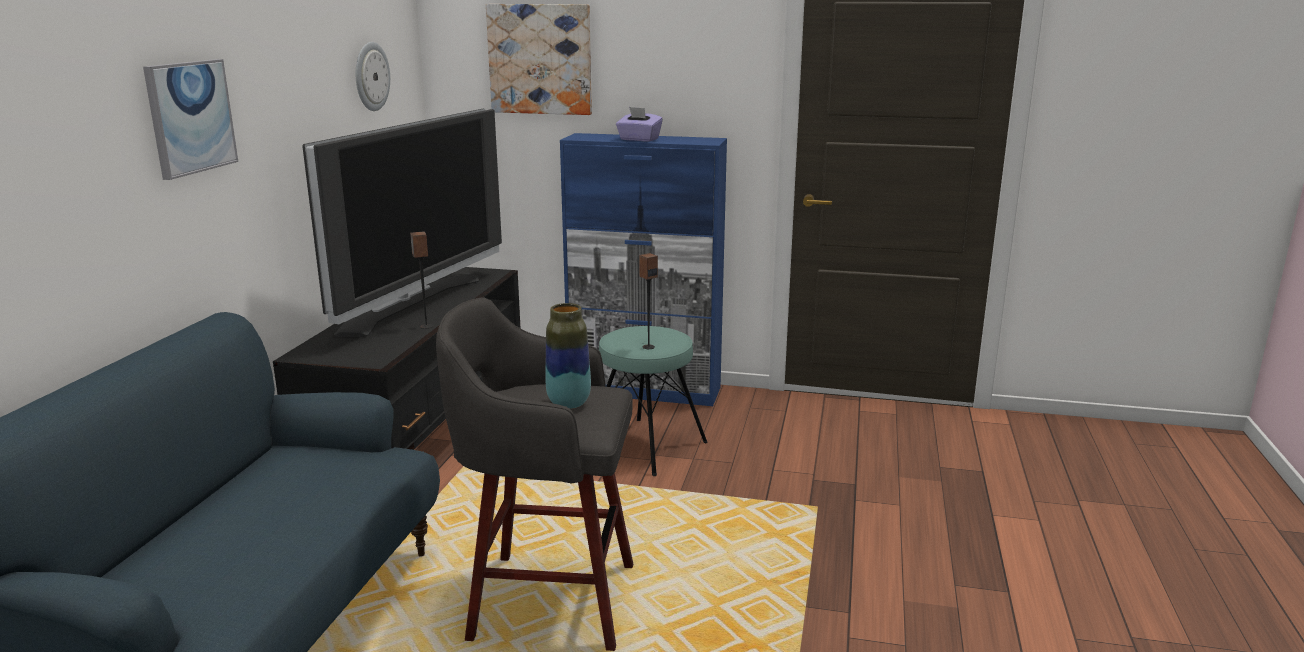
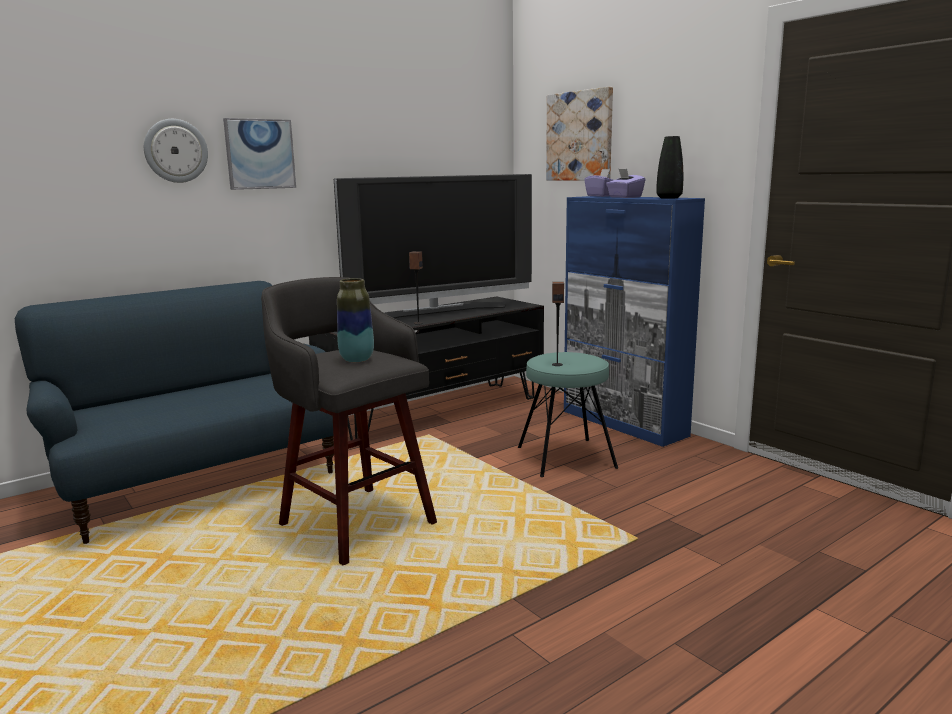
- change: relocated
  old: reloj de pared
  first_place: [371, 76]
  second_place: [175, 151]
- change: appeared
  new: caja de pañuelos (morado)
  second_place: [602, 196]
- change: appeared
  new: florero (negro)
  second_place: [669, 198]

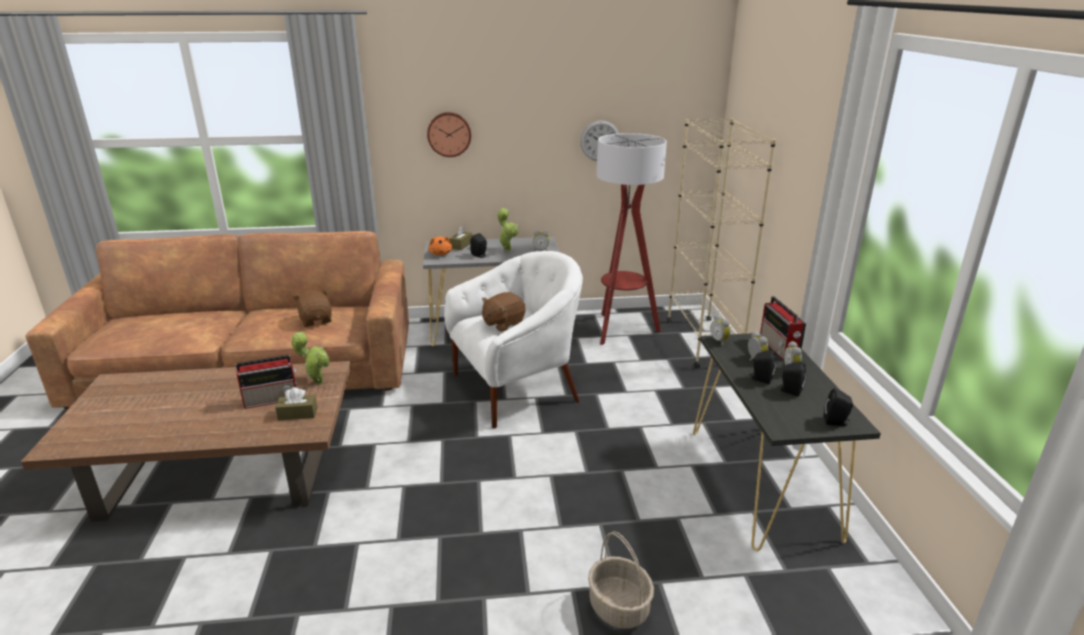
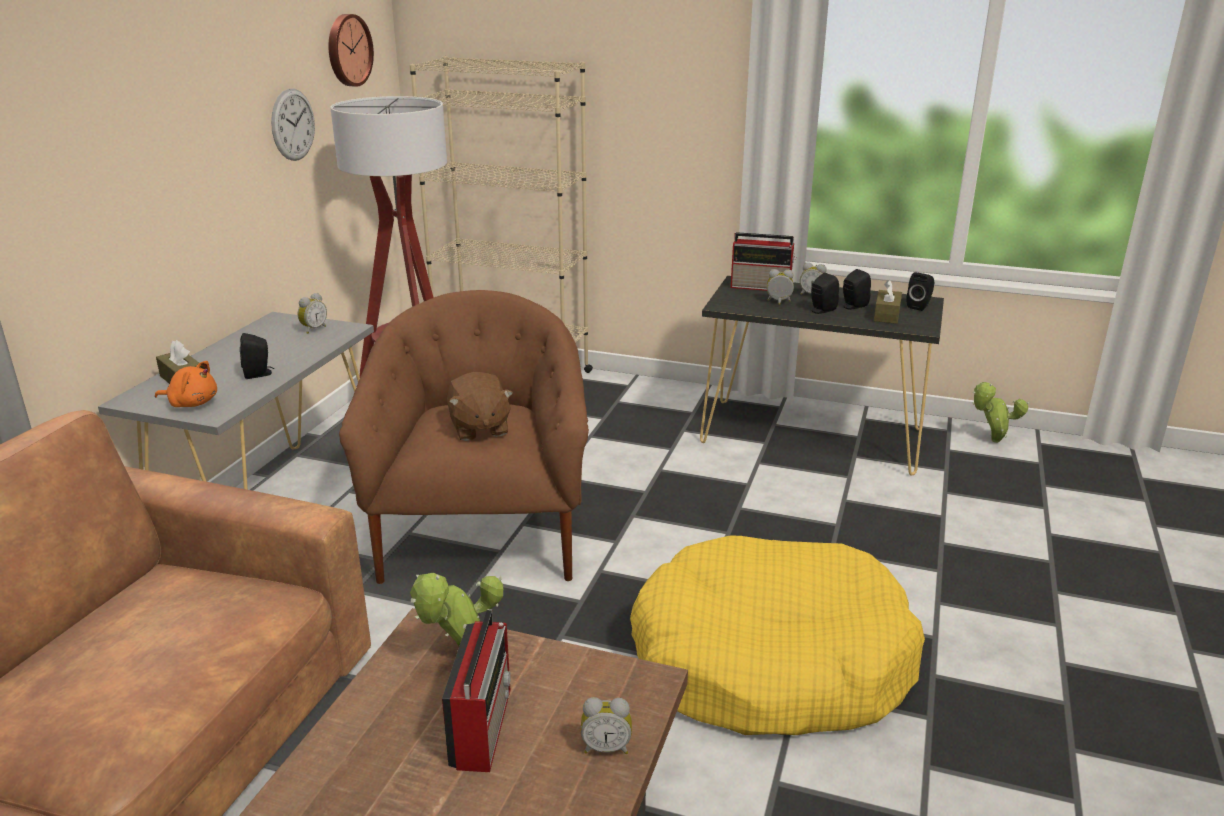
- change: relocated
  old: caja de pañuelos (marrón)
  first_place: [297, 414]
  second_place: [886, 315]
- change: missing
  old: peluche (marrón)
  first_place: [316, 320]
- change: relocated
  old: reloj de pared
  first_place: [449, 134]
  second_place: [347, 50]
- change: colour
  old: sillón (blanco)
  new: sillón (marrón)
  first_place: [516, 388]
  second_place: [482, 534]
- change: relocated
  old: planta en maceta
  first_place: [507, 249]
  second_place: [992, 440]
- change: missing
  old: cesta
  first_place: [619, 607]
- change: relocated
  old: despertador
  first_place: [720, 341]
  second_place: [606, 747]
- change: appeared
  new: cama para perro (amarillo)
  second_place: [770, 662]

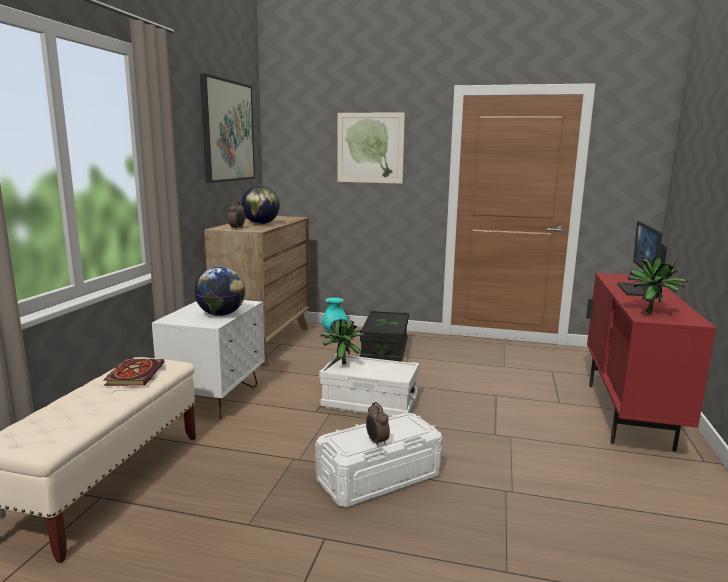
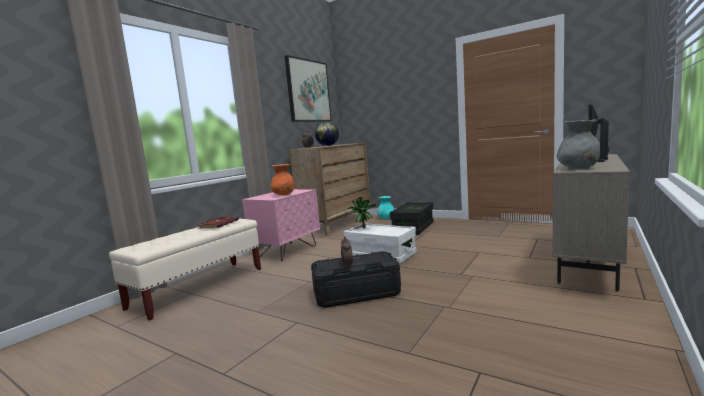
- change: colour
  old: mesita de noche (blanco)
  new: mesita de noche (rosa)
  first_place: [216, 399]
  second_place: [287, 251]
- change: exchanged
  old: globo terráqueo
  new: florero (naranja)
  first_place: [221, 314]
  second_place: [284, 195]
- change: colour
  old: caja de almacenaje (blanco)
  new: caja de almacenaje (negro)
  first_place: [379, 478]
  second_place: [356, 294]
- change: missing
  old: cuadro
  first_place: [370, 148]
- change: colour
  old: armario (rojo)
  new: armario (beis)
  first_place: [627, 415]
  second_place: [587, 266]
- change: exchanged
  old: planta en maceta
  new: florero (gris)
  first_place: [652, 313]
  second_place: [578, 168]

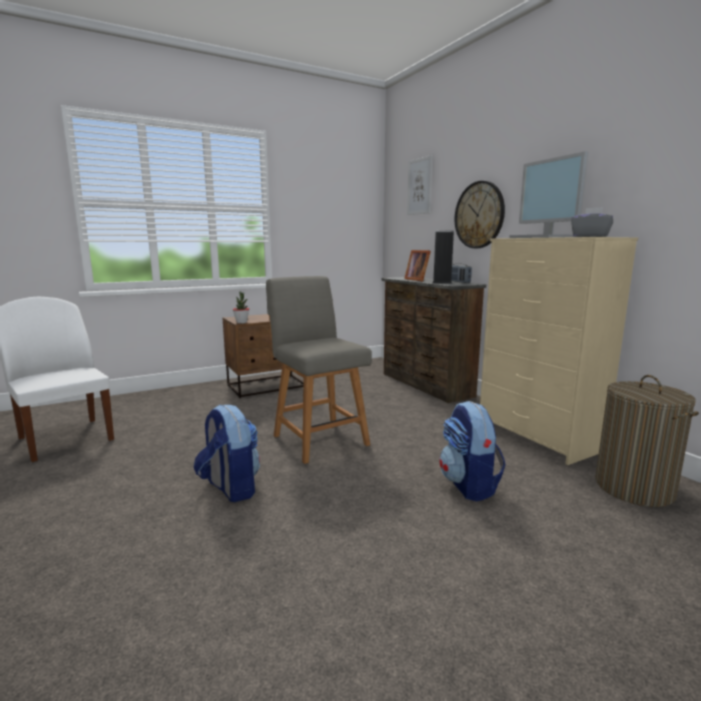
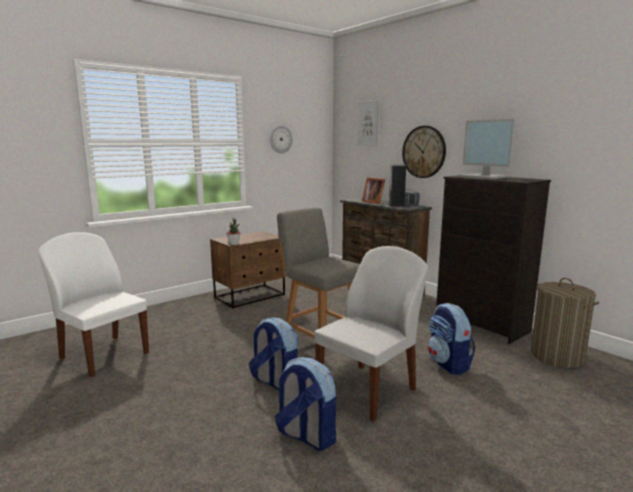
- change: colour
  old: cómoda (beis)
  new: cómoda (negro)
  first_place: [537, 437]
  second_place: [481, 324]
- change: missing
  old: caja de pañuelos (gris)
  first_place: [590, 236]
- change: appeared
  new: reloj de pared
  second_place: [280, 139]
- change: appeared
  new: mochila
  second_place: [306, 436]
- change: appeared
  new: silla (blanco)
  second_place: [368, 390]

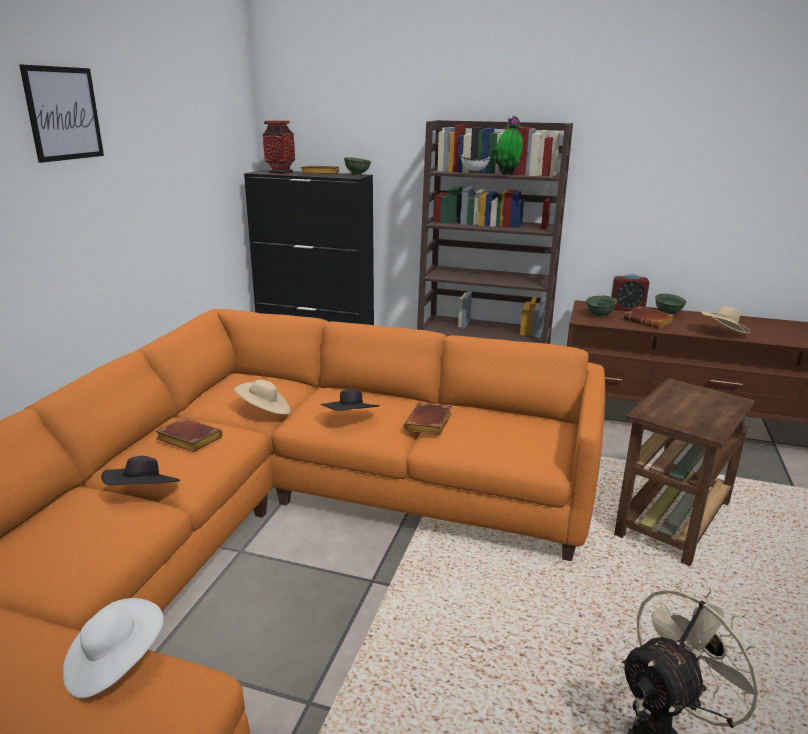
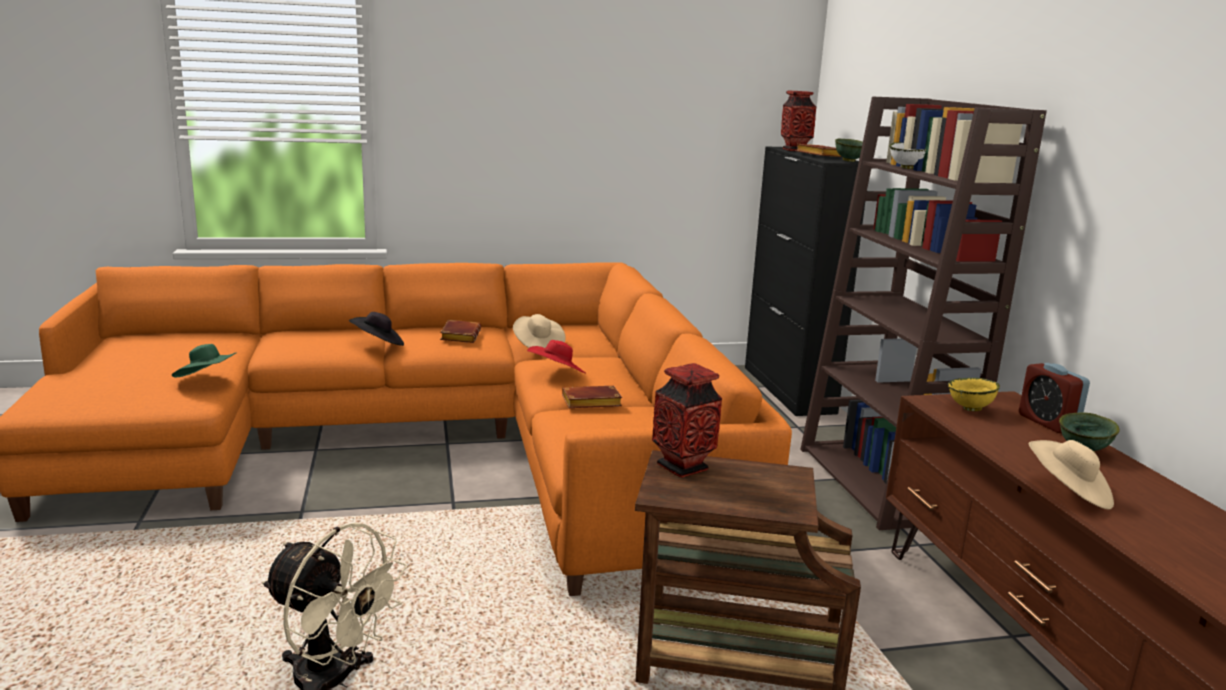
- change: missing
  old: cuadro
  first_place: [63, 113]
- change: colour
  old: sombrero (blanco)
  new: sombrero (verde)
  first_place: [114, 663]
  second_place: [207, 380]
- change: colour
  old: sombrero (negro)
  new: sombrero (rojo)
  first_place: [351, 420]
  second_place: [557, 374]
- change: missing
  old: planta en maceta
  first_place: [508, 174]
- change: colour
  old: cuenco (verde)
  new: cuenco (amarillo)
  first_place: [600, 316]
  second_place: [970, 409]
- change: missing
  old: libro (marrón)
  first_place: [649, 322]
- change: appeared
  new: florero
  second_place: [683, 467]

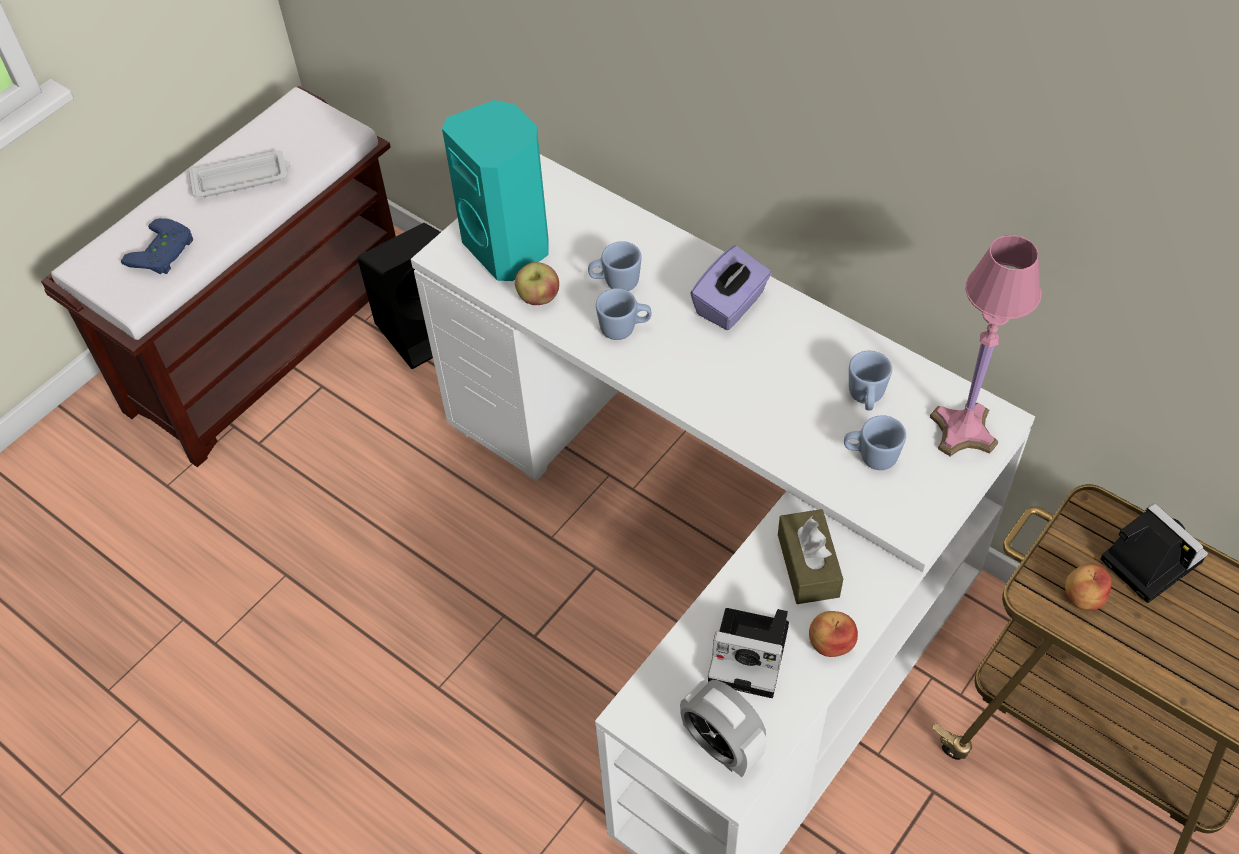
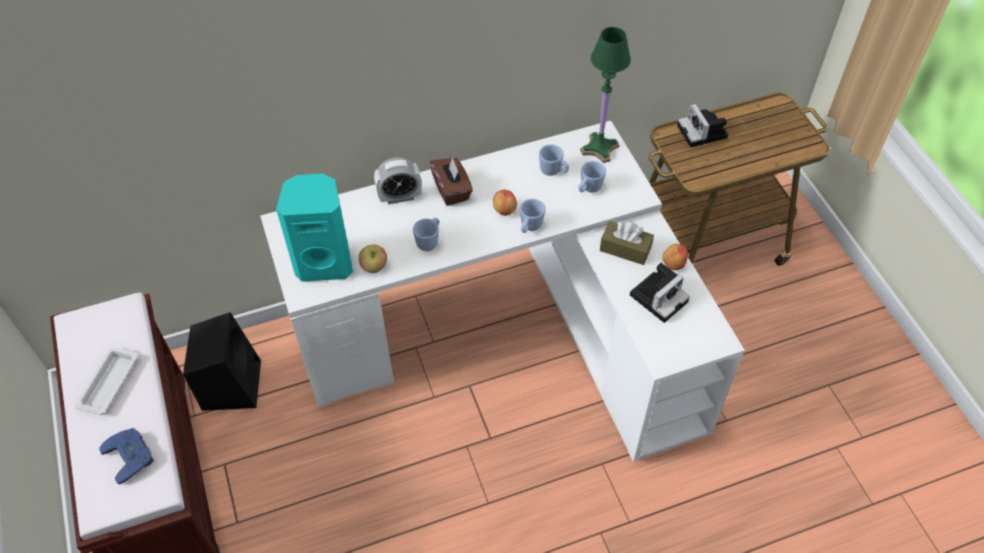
- change: relocated
  old: taza grande (azul)
  first_place: [615, 283]
  second_place: [529, 227]
- change: relocated
  old: despertador
  first_place: [721, 746]
  second_place: [400, 197]
- change: colour
  old: caja de pañuelos (morado)
  new: caja de pañuelos (marrón)
  first_place: [730, 305]
  second_place: [452, 190]
- change: colour
  old: lámpara de mesa (rosa)
  new: lámpara de mesa (verde)
  first_place: [964, 430]
  second_place: [599, 148]
- change: relocated
  old: manzana
  first_place: [1082, 596]
  second_place: [504, 210]
- change: spun
  old: cámara
  first_place: [1147, 558]
  second_place: [703, 133]
  degrees: -105

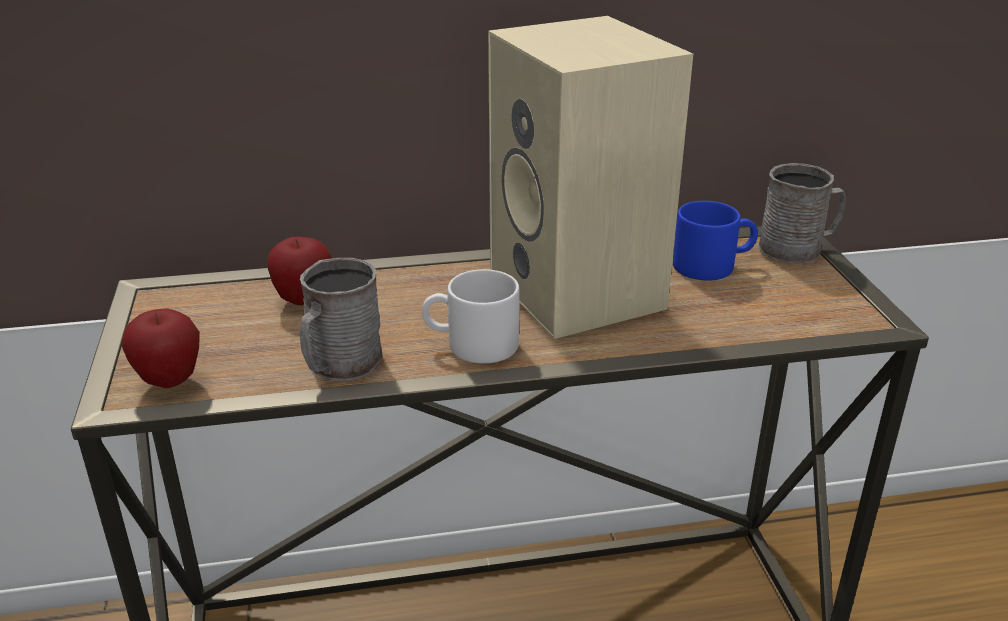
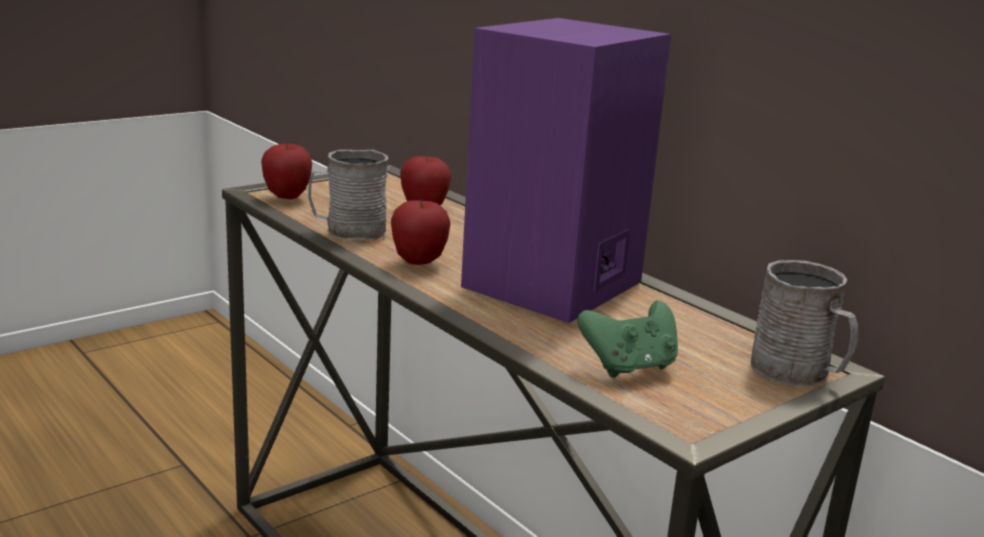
- change: exchanged
  old: taza grande (blanco)
  new: manzana
  first_place: [471, 345]
  second_place: [419, 262]
- change: colour
  old: altavoz (beis)
  new: altavoz (morado)
  first_place: [581, 291]
  second_place: [553, 286]
- change: missing
  old: taza grande (azul)
  first_place: [712, 264]
- change: appeared
  new: mando de consola (verde)
  second_place: [629, 367]

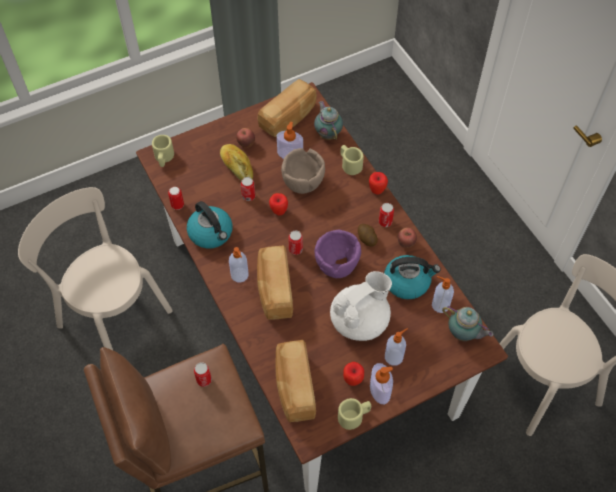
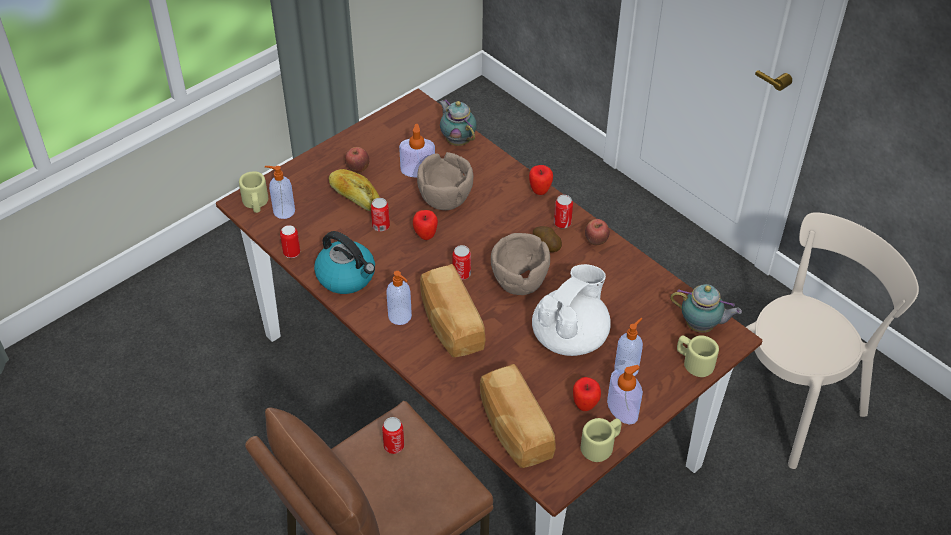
- change: missing
  old: silla (beis)
  first_place: [111, 315]
- change: missing
  old: pan
  first_place: [289, 118]
- change: colour
  old: cuenco (morado)
  new: cuenco (marrón)
  first_place: [337, 264]
  second_place: [519, 280]
- change: relocated
  old: taza grande (beis)
  first_place: [349, 164]
  second_place: [694, 362]
- change: missing
  old: hervidor
  first_place: [407, 282]
- change: relocated
  old: dispensador de jabón
  first_place: [439, 305]
  second_place: [283, 211]

